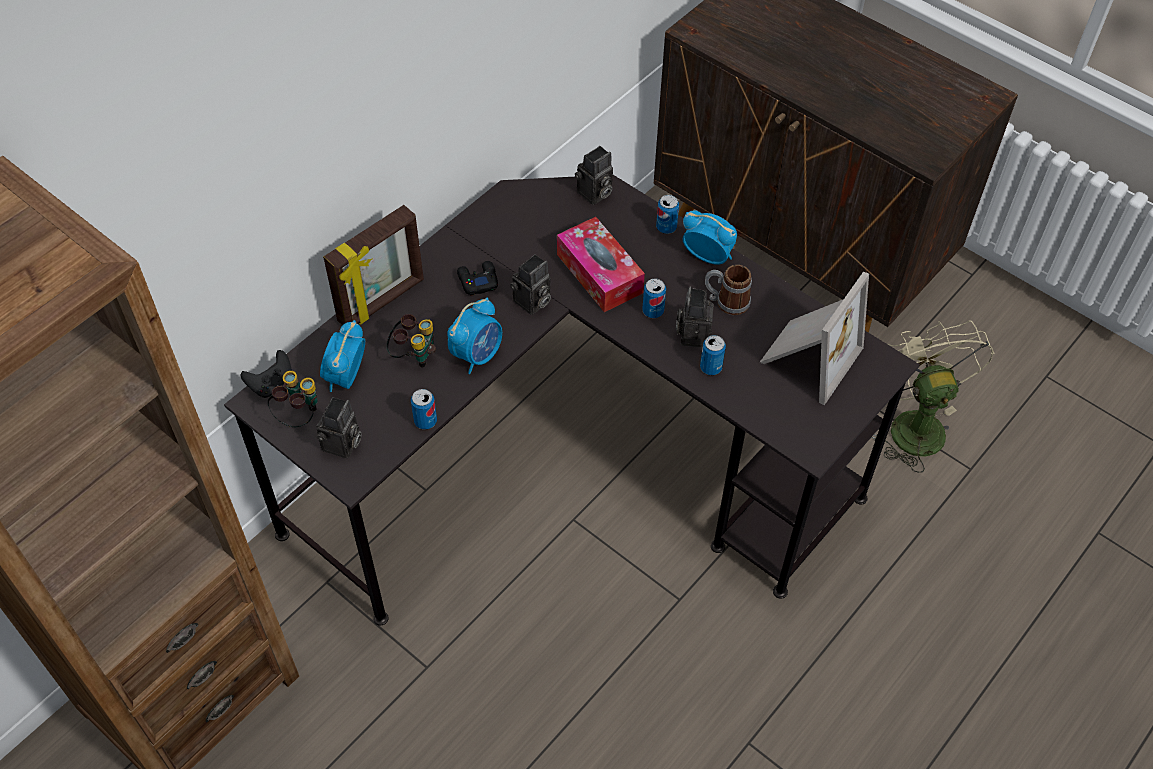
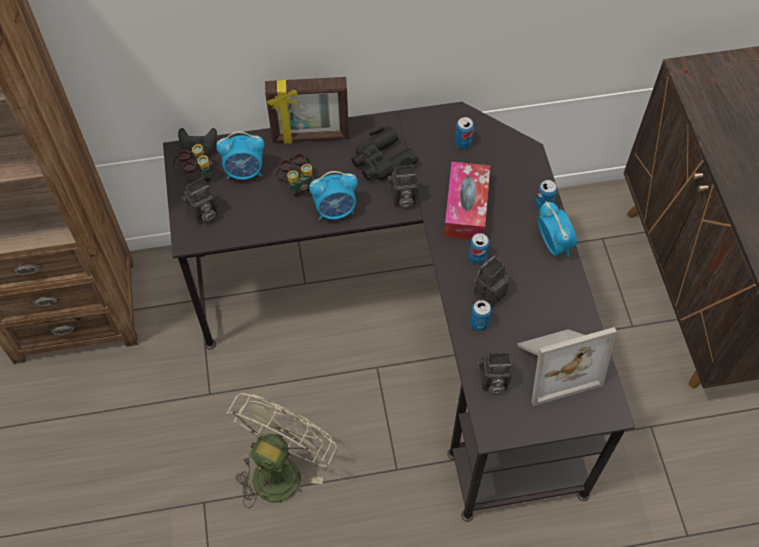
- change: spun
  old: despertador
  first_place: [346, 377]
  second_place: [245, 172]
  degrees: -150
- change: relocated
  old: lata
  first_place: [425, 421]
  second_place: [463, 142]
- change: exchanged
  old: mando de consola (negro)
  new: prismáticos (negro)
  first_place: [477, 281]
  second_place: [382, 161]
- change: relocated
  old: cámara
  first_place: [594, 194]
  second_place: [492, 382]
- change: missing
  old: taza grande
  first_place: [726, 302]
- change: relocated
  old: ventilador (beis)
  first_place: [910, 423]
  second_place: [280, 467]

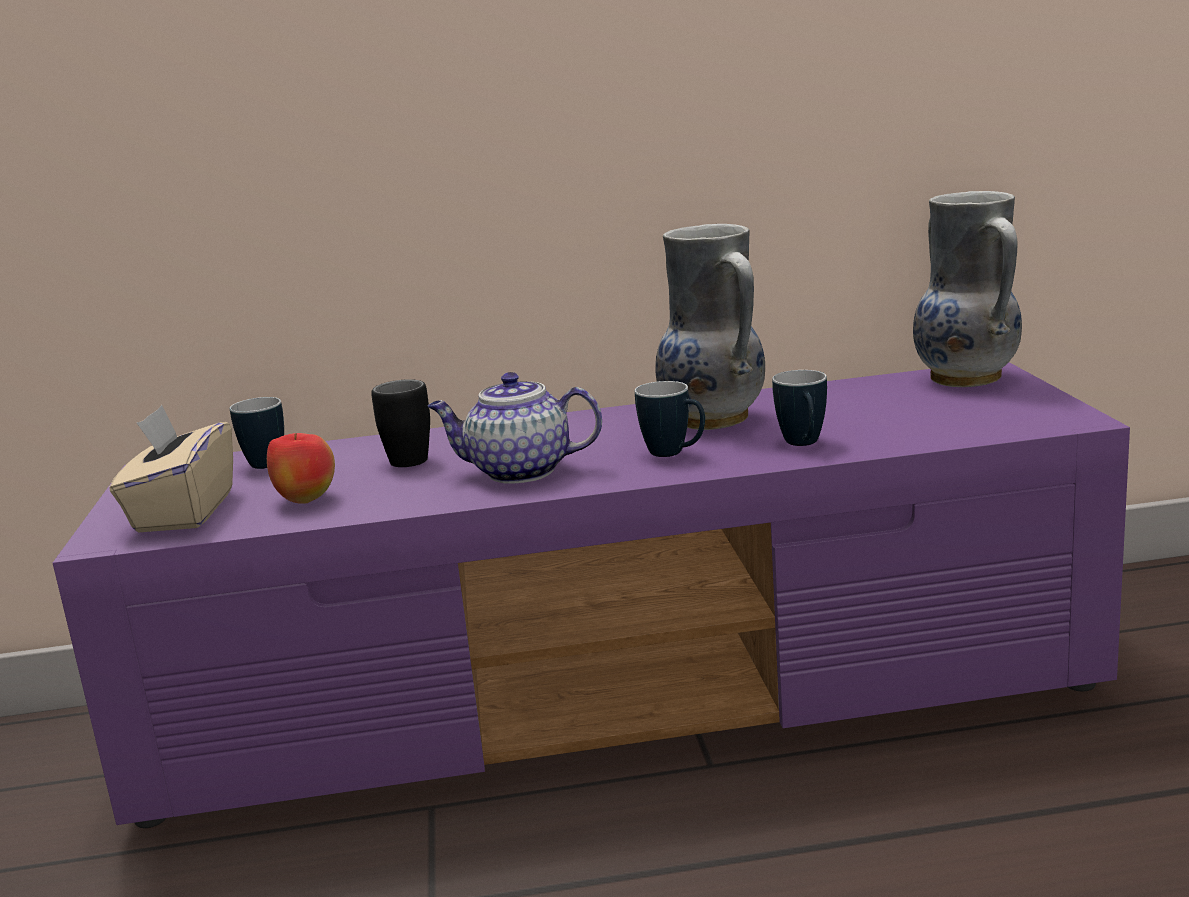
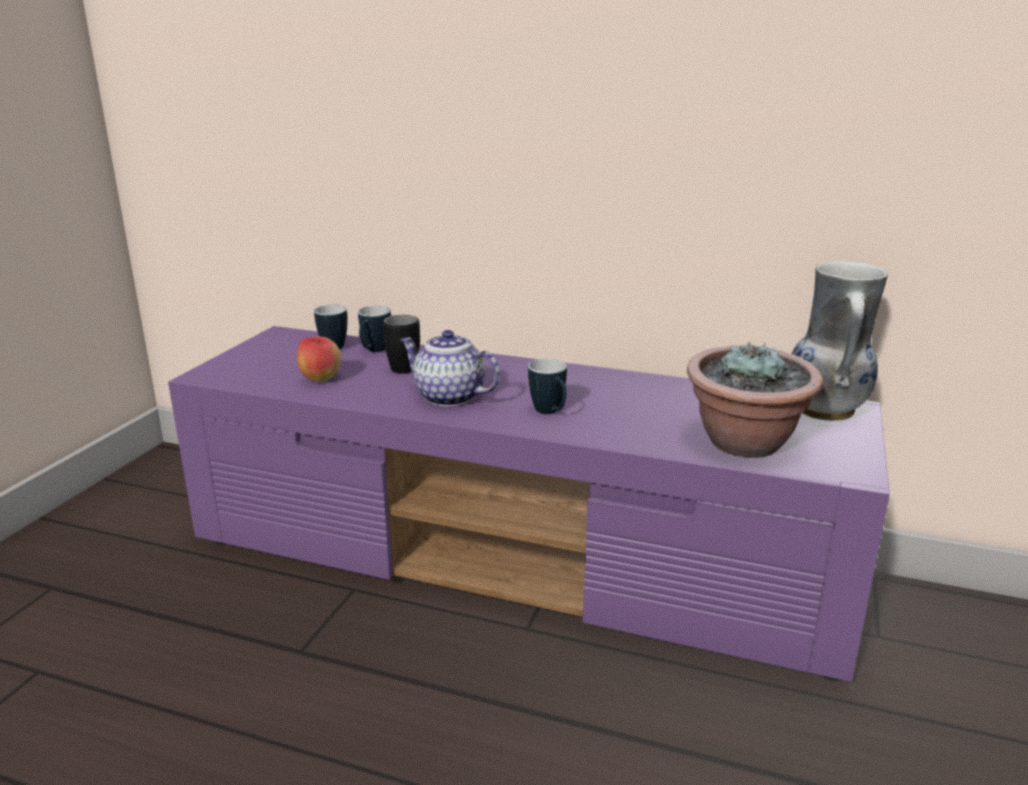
- change: missing
  old: caja de pañuelos (beis)
  first_place: [183, 512]
- change: missing
  old: florero
  first_place: [715, 419]
- change: relocated
  old: taza grande
  first_place: [804, 445]
  second_place: [373, 351]
- change: appeared
  new: planta en maceta
  second_place: [745, 443]

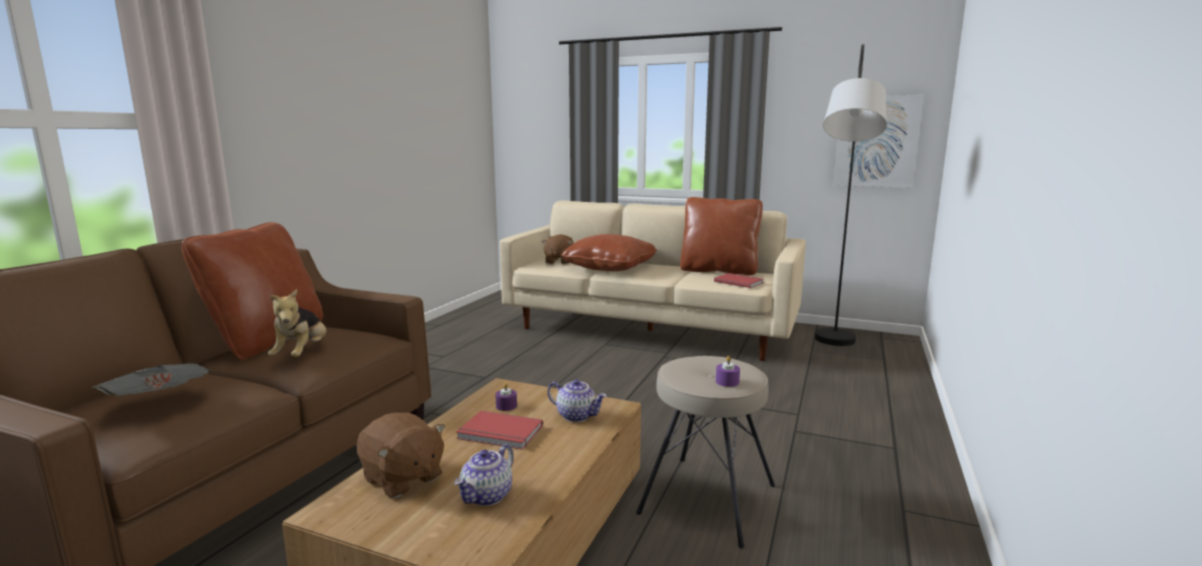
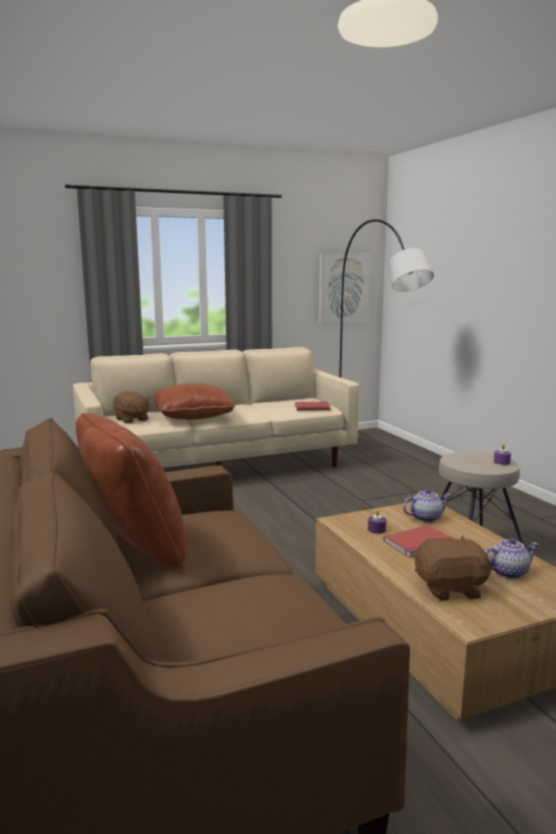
- change: missing
  old: periódico
  first_place: [160, 404]
- change: missing
  old: peluche
  first_place: [302, 354]
- change: spun
  old: tetera
  first_place: [487, 496]
  second_place: [508, 572]
  degrees: -90
- change: missing
  old: cojín (marrón)
  first_place: [718, 270]

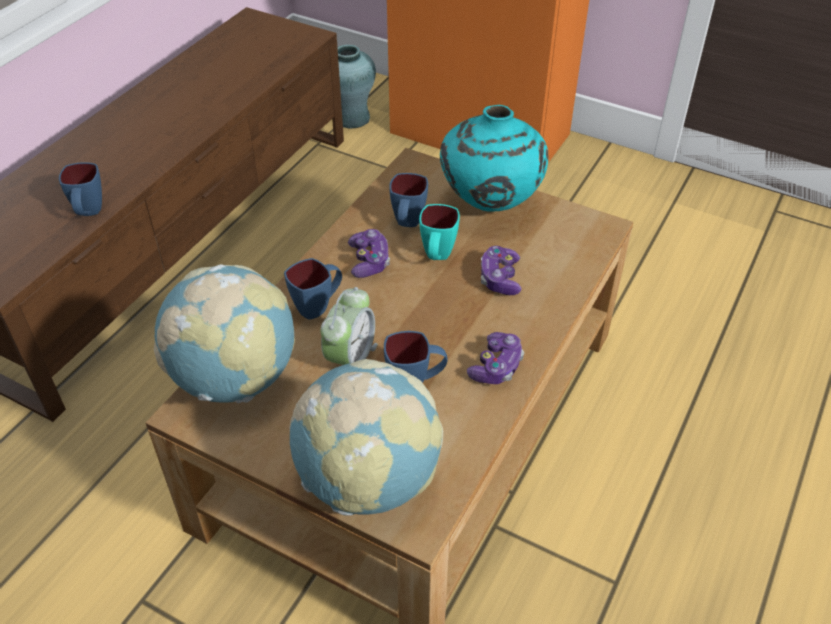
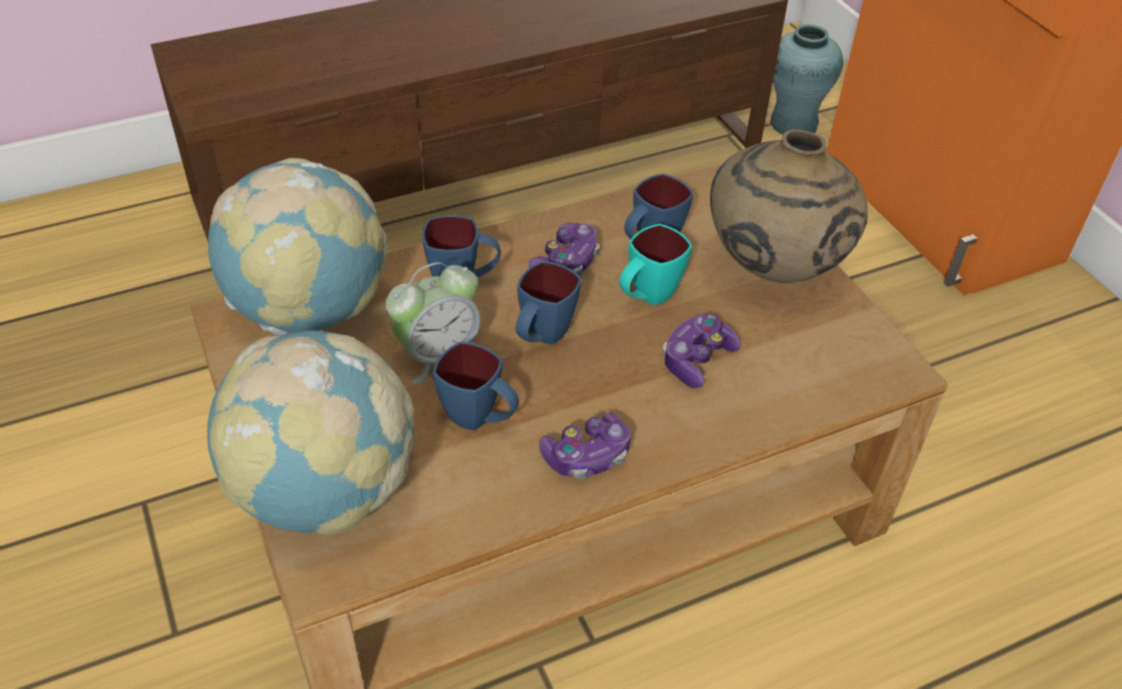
- change: relocated
  old: taza grande (azul)
  first_place: [89, 213]
  second_place: [542, 338]
- change: colour
  old: florero (turquesa)
  new: florero (beis)
  first_place: [489, 205]
  second_place: [772, 271]

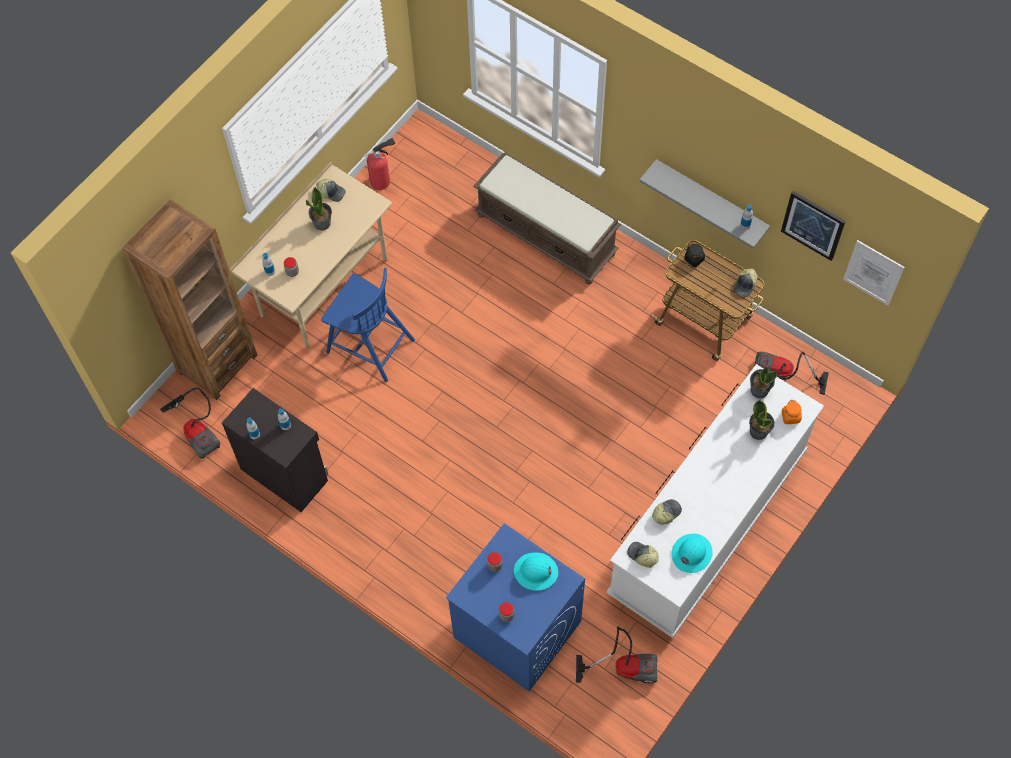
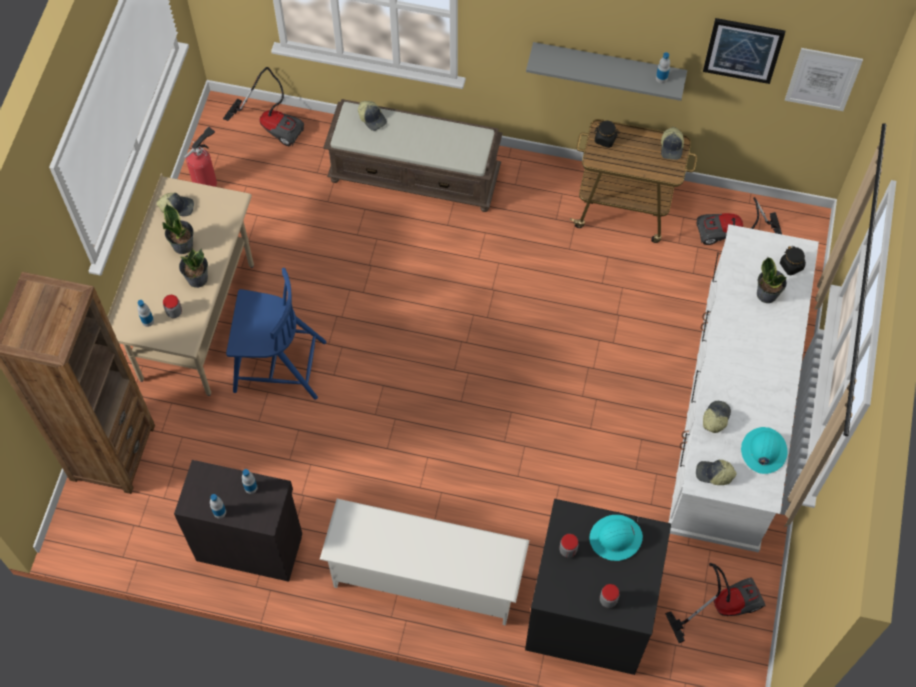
- change: relocated
  old: aspiradora
  first_place: [198, 431]
  second_place: [272, 125]
- change: colour
  old: lavadora (azul)
  new: lavadora (negro)
  first_place: [516, 629]
  second_place: [588, 612]
- change: relocated
  old: planta en maceta
  first_place: [759, 390]
  second_place: [197, 278]
- change: colour
  old: tarro (naranja)
  new: tarro (negro)
  first_place: [790, 417]
  second_place: [791, 266]
- change: appeared
  new: zapatero (blanco)
  second_place: [426, 577]
- change: appeared
  new: gorra
  second_place: [372, 118]

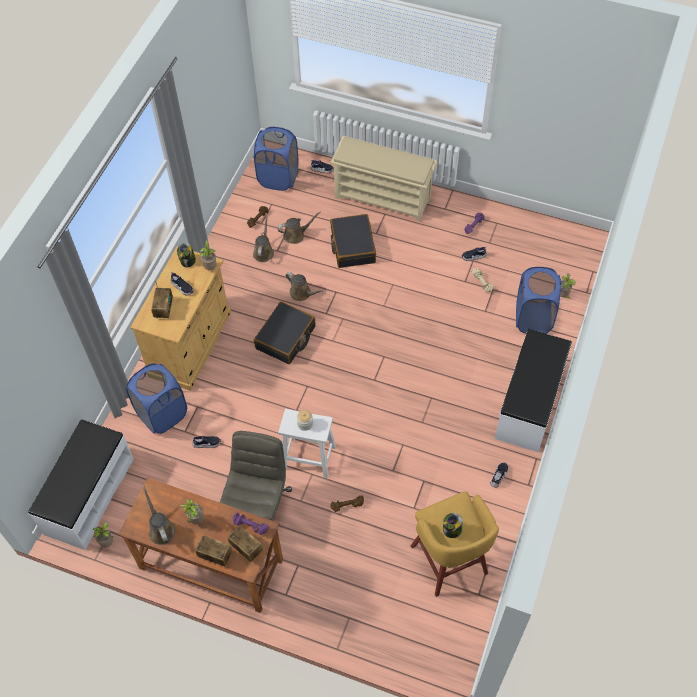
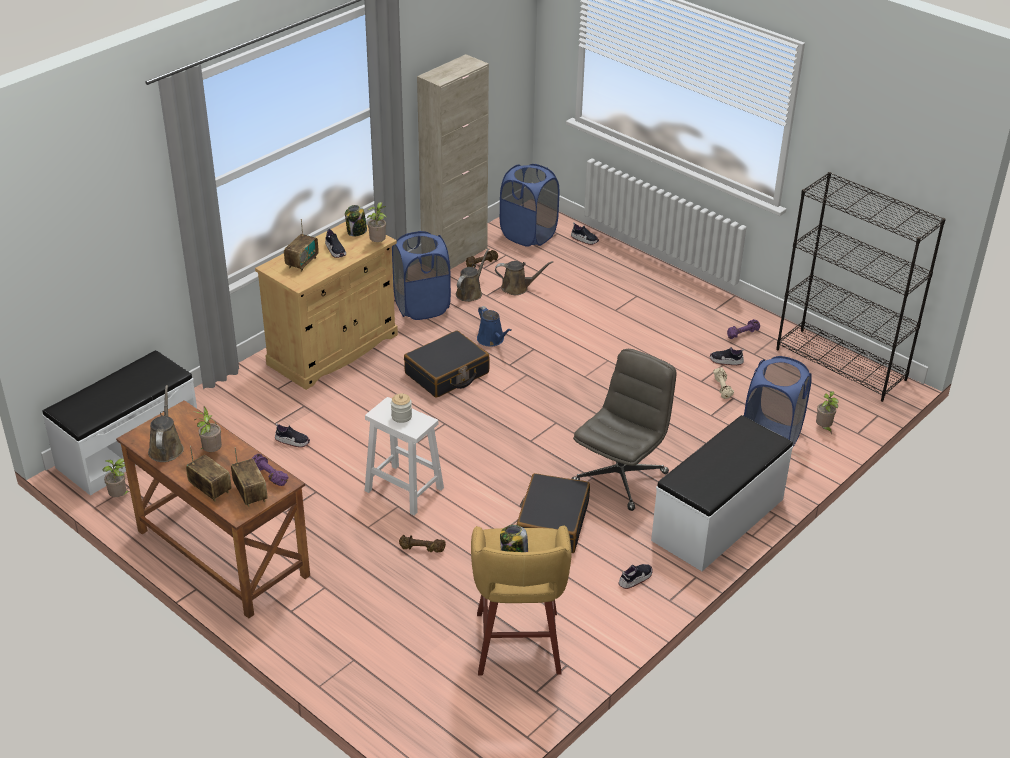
- change: relocated
  old: cesto de la ropa (azul)
  first_place: [162, 414]
  second_place: [422, 306]
- change: relocated
  old: silla de oficina (gris)
  first_place: [258, 507]
  second_place: [620, 477]
- change: colour
  old: regadera (marrón)
  new: regadera (azul)
  first_place: [302, 293]
  second_place: [492, 340]
- change: missing
  old: zapatero (beis)
  first_place: [383, 198]
- change: relocated
  old: maleta (negro)
  first_place: [352, 246]
  second_place: [552, 523]
- change: appeared
  new: armario (beis)
  second_place: [455, 256]
- change: appeared
  new: estantería (negro)
  second_place: [841, 364]

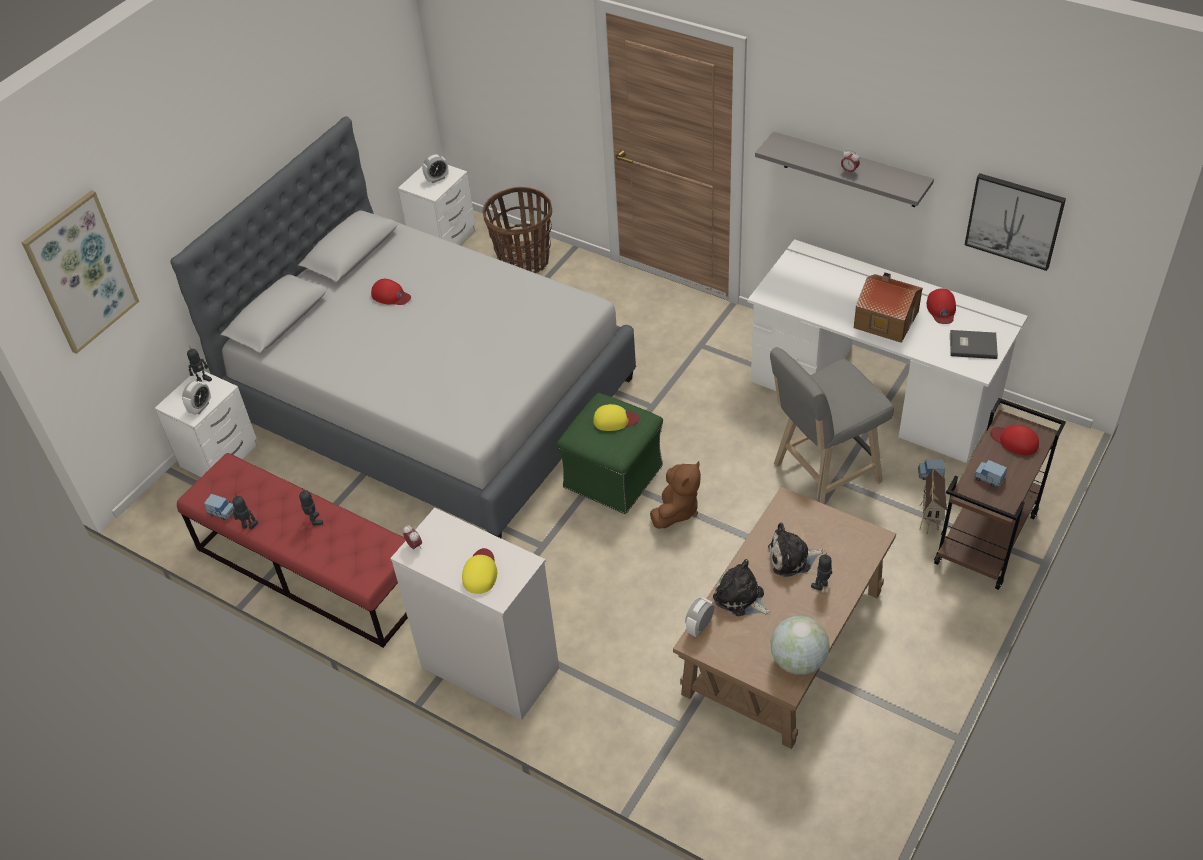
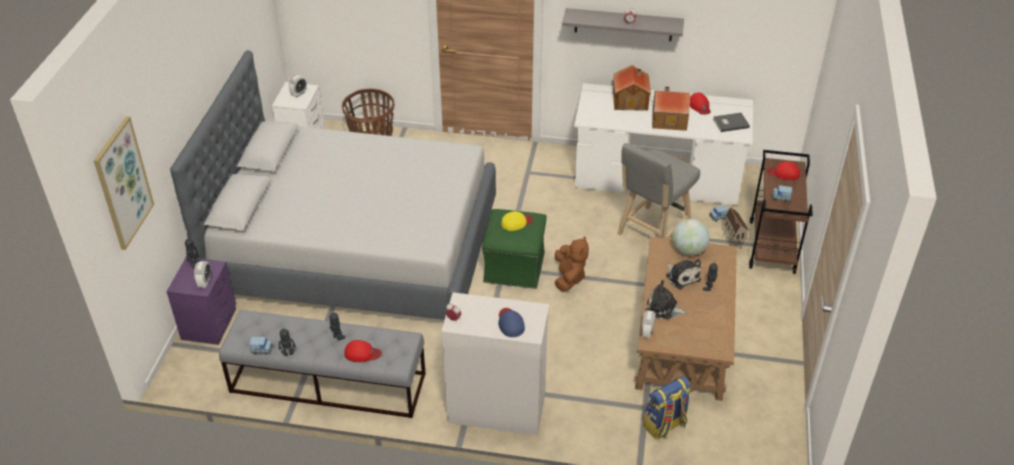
- change: colour
  old: mesita de noche (blanco)
  new: mesita de noche (morado)
  first_place: [221, 455]
  second_place: [210, 323]
- change: colour
  old: banco (rojo)
  new: banco (gris)
  first_place: [310, 570]
  second_place: [327, 383]
- change: relocated
  old: gorra (rojo)
  first_place: [391, 295]
  second_place: [362, 353]
- change: colour
  old: gorra (amarillo)
  new: gorra (azul)
  first_place: [480, 572]
  second_place: [510, 323]
- change: spun
  old: peluche
  first_place: [792, 558]
  second_place: [682, 276]
  degrees: -90
- change: relocated
  old: globo terráqueo
  first_place: [798, 661]
  second_place: [688, 250]
- change: missing
  old: cuadro
  first_place: [1014, 220]
- change: appeared
  new: casita
  second_place: [631, 100]
- change: appeared
  new: mochila
  second_place: [665, 425]

